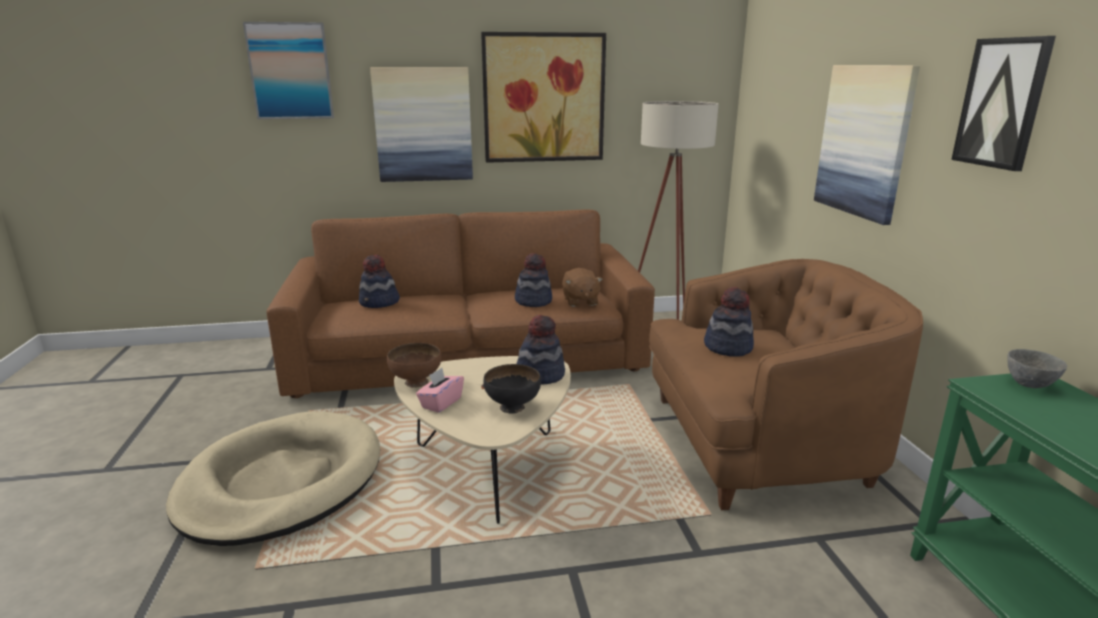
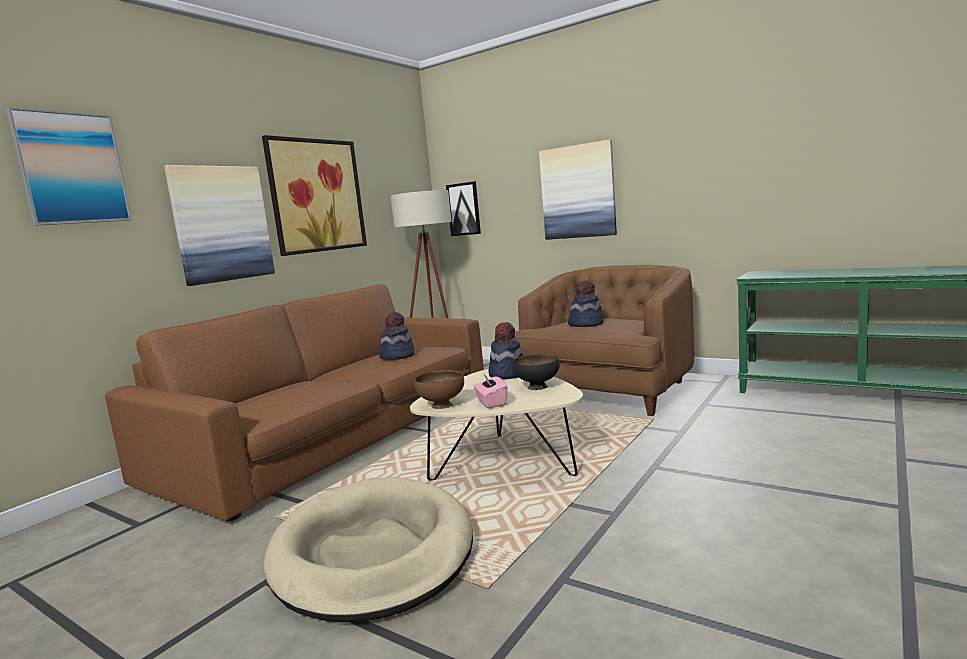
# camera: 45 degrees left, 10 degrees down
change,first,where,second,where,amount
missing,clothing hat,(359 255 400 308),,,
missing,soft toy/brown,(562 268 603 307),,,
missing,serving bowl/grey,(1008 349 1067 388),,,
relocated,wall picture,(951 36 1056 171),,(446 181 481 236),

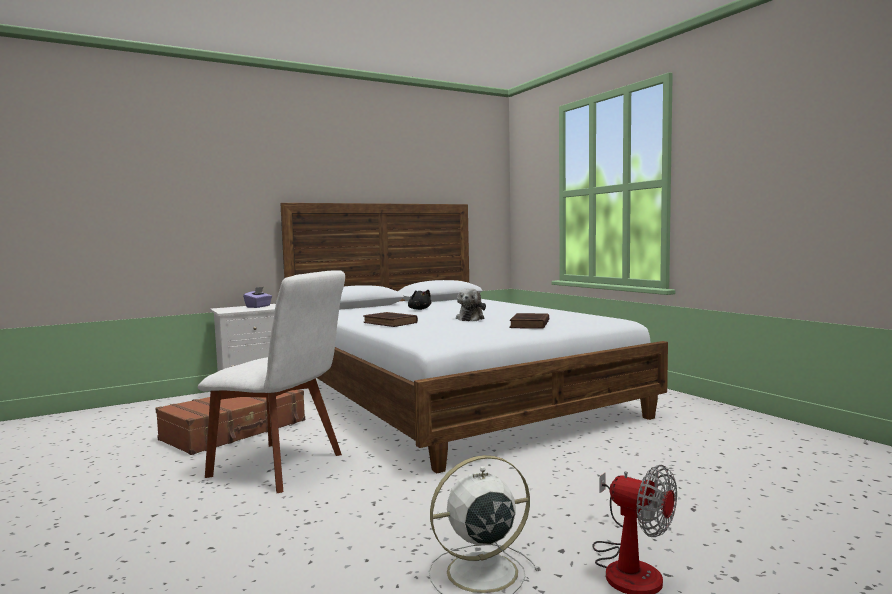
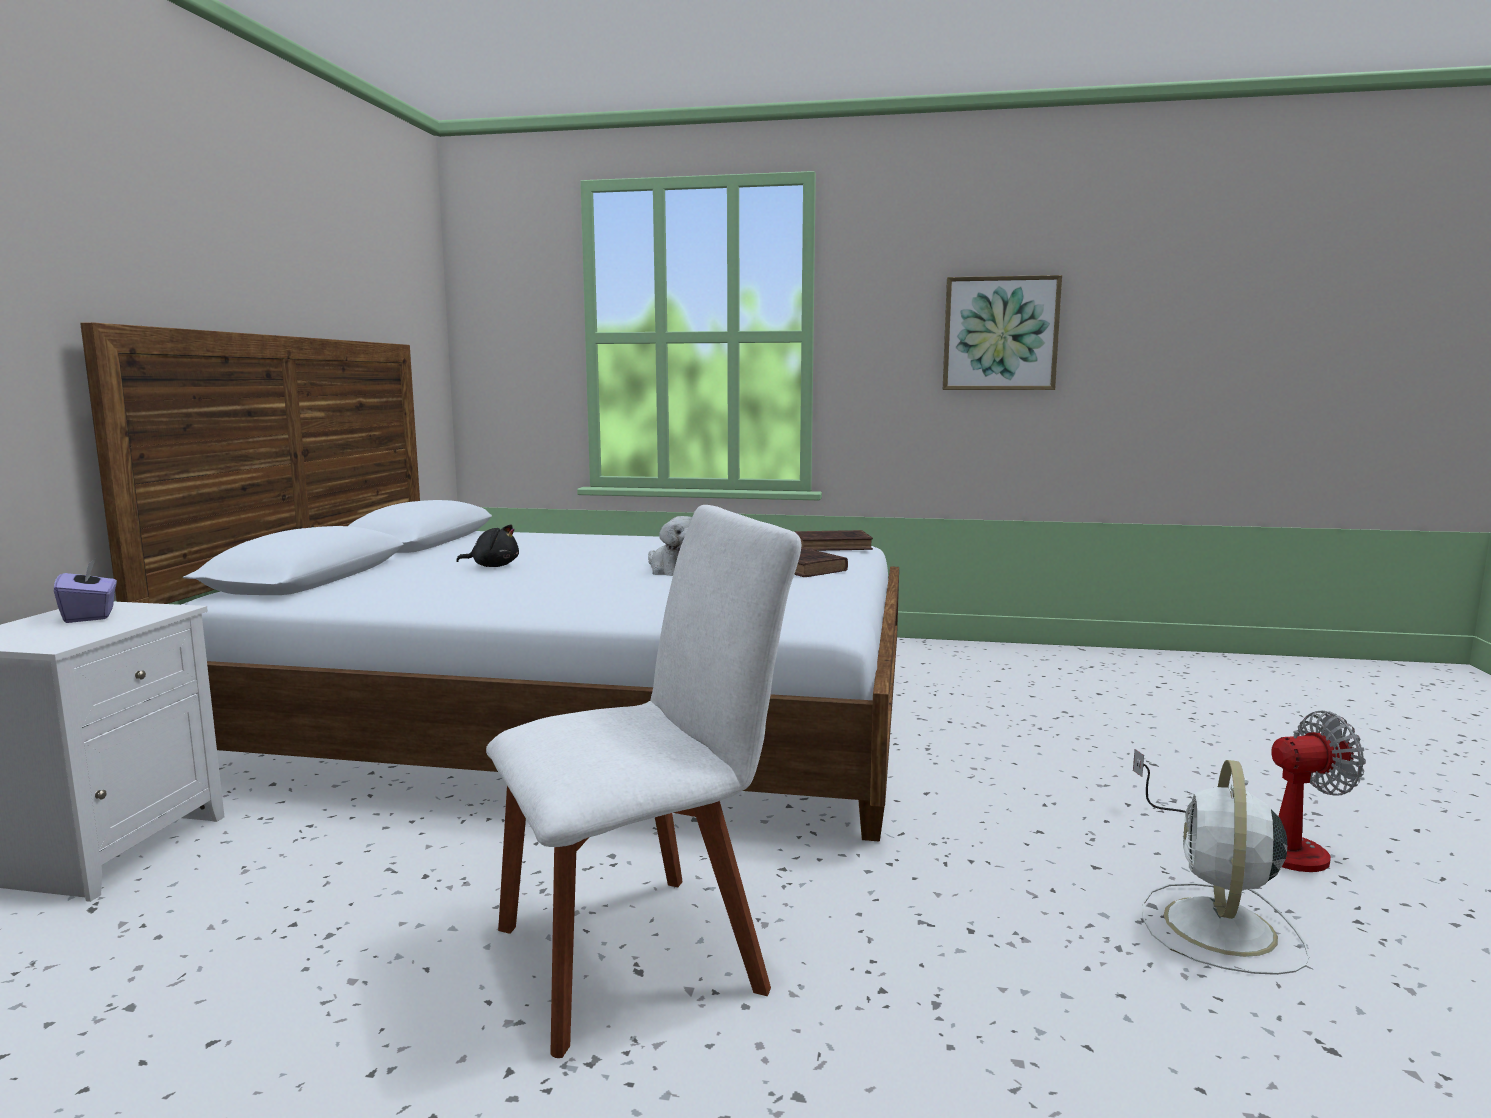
# camera: 50 degrees left, 5 degrees up
change,first,where,second,where,amount
missing,piece of luggage/brown,(155 390 305 455),,,
appeared,,,wall picture,(943 275 1062 390),
relocated,bound book/brown,(363 312 418 327),,(795 530 873 551),

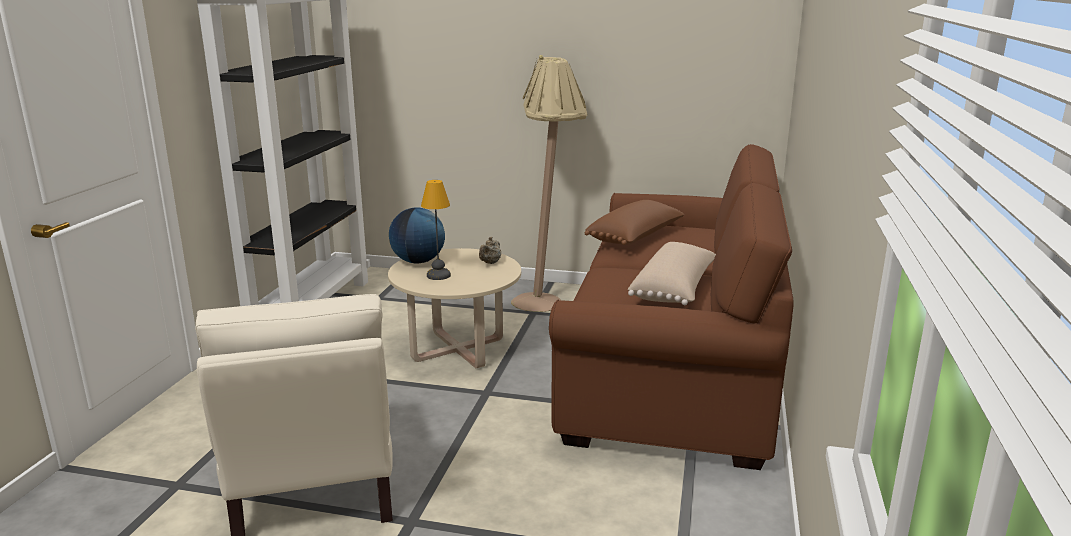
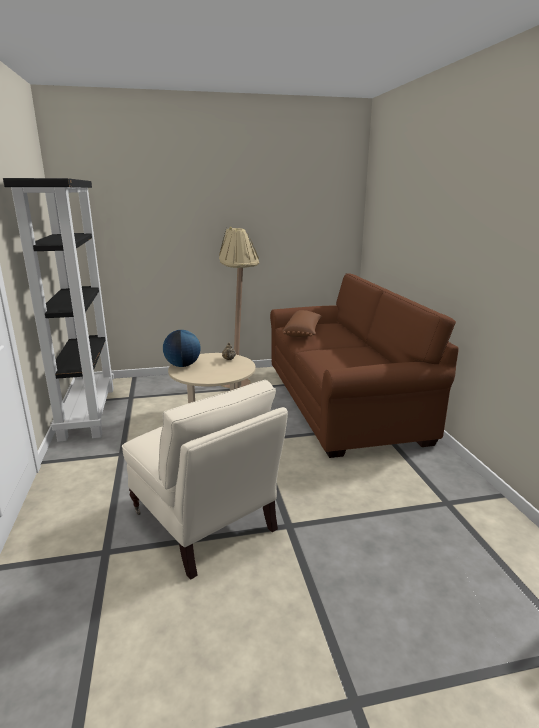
# camera: 25 degrees left, 0 degrees up
change,first,where,second,where,amount
missing,tabletop lamp,(421 180 451 280),,,
missing,pillow/beige-coloured,(628 242 716 305),,,

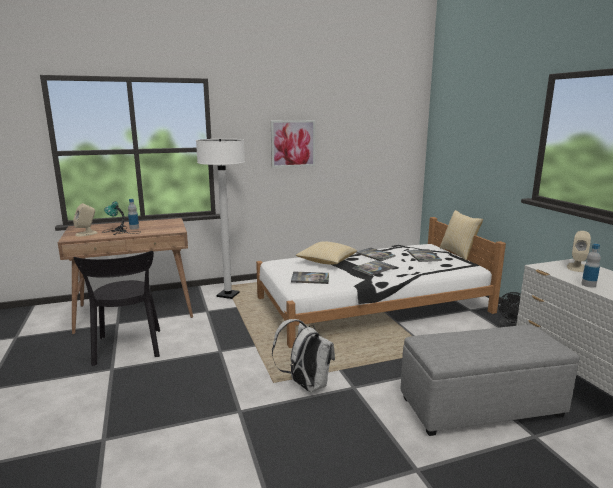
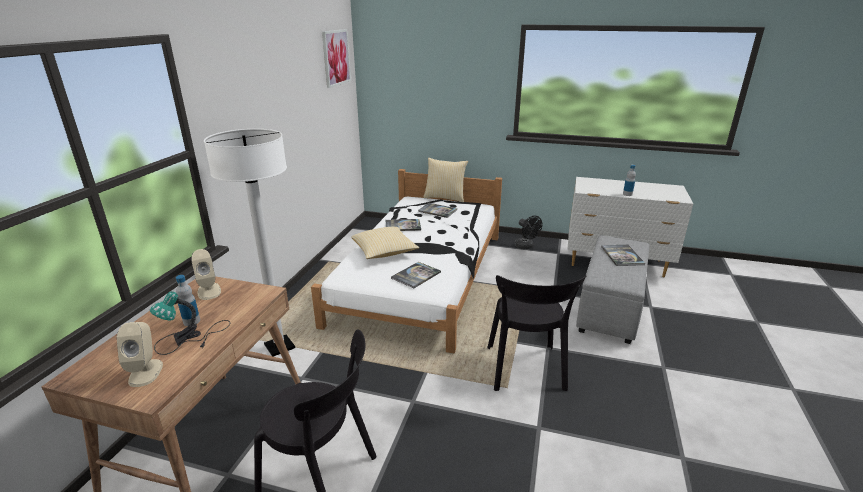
# camera: 55 degrees left, 10 degrees up
change,first,where,second,where,amount
relocated,wall picture,(271 120 315 168),,(322 29 351 88),
relocated,bound book,(352 260 395 276),,(601 245 645 266),
relocated,speaker/beige-coloured,(567 231 591 272),,(191 249 221 300),
exchanged,backpack/white-coloured,(272 319 335 392),chair/blackish,(487 275 587 391),

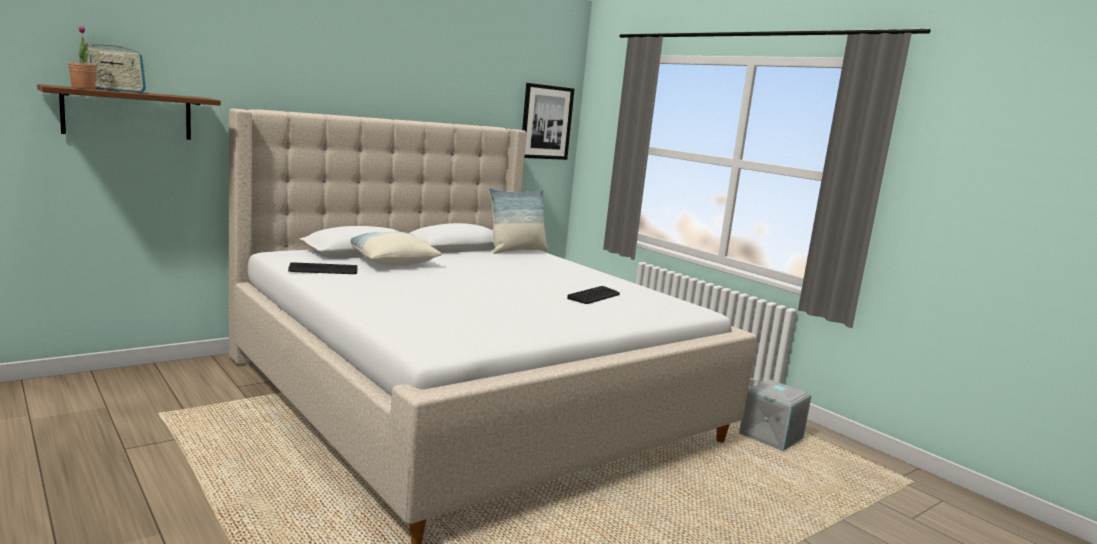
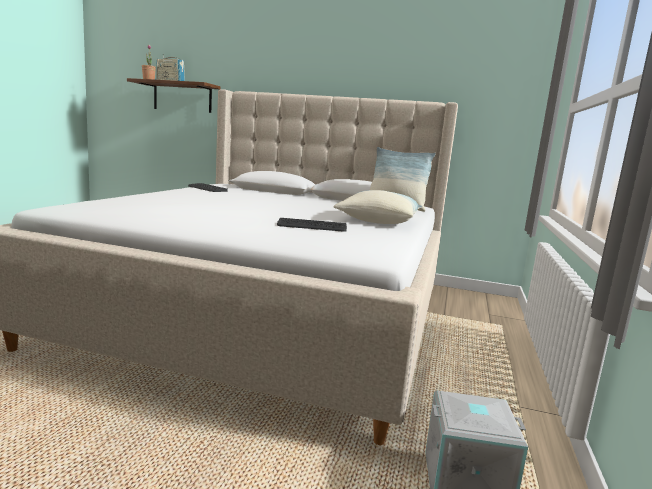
# camera: 55 degrees right, 0 degrees up
change,first,where,second,where,amount
missing,wall picture,(522 83 574 160),,,
relocated,pillow,(351 232 442 266),,(334 190 422 224),

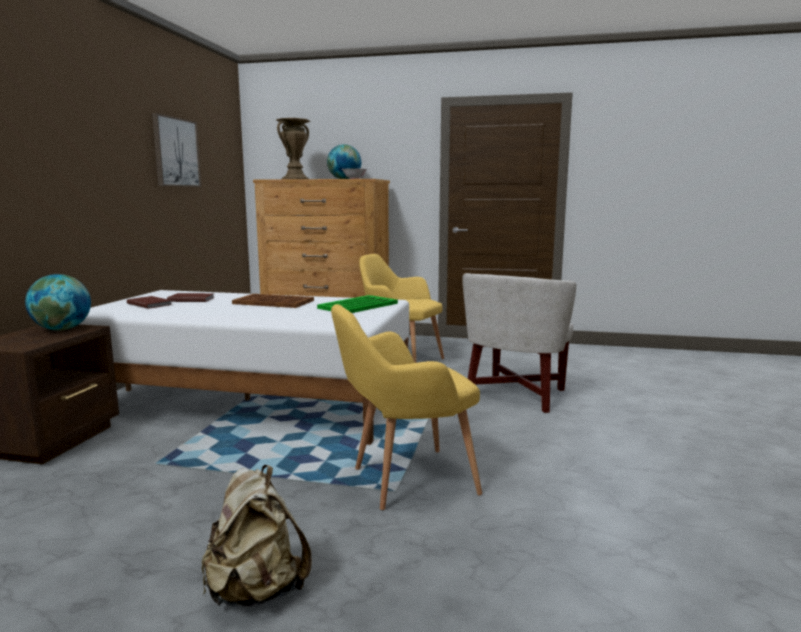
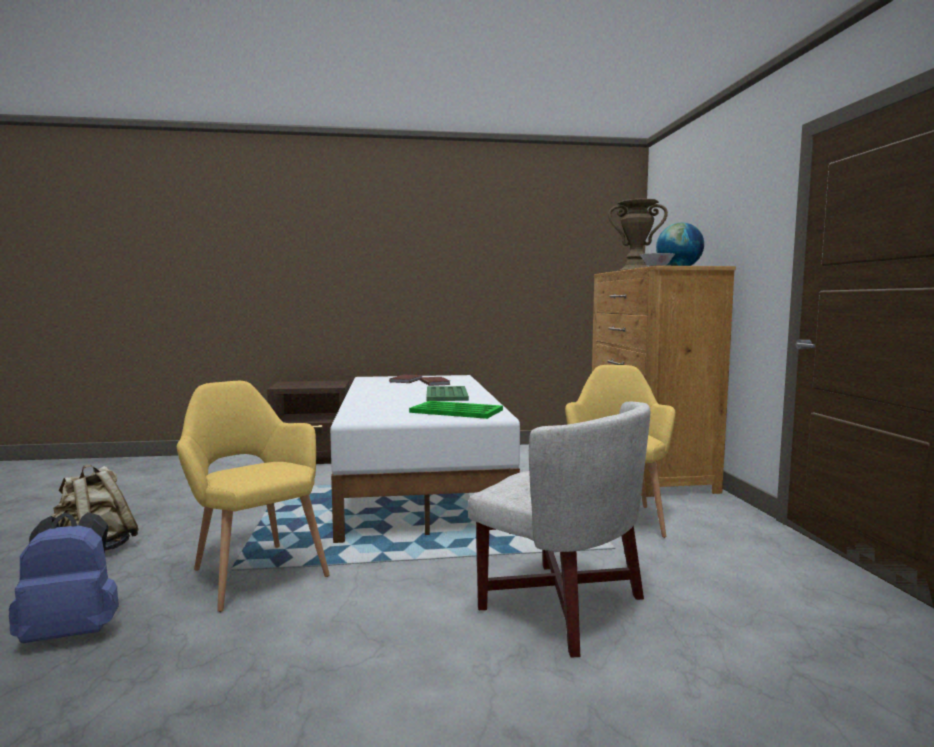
# camera: 70 degrees right, 5 degrees down
change,first,where,second,where,amount
missing,desk globe,(25 274 91 330),,,
missing,wall picture,(152 113 201 187),,,
appeared,,,backpack/blue-coloured,(9 512 119 643),
colour,serving tray/brown,(232 294 314 308),serving tray/green-coloured,(426 386 469 401),
spun,easy chair/white-coloured,(462 273 576 413),,(468 402 650 658),150 degrees counterclockwise

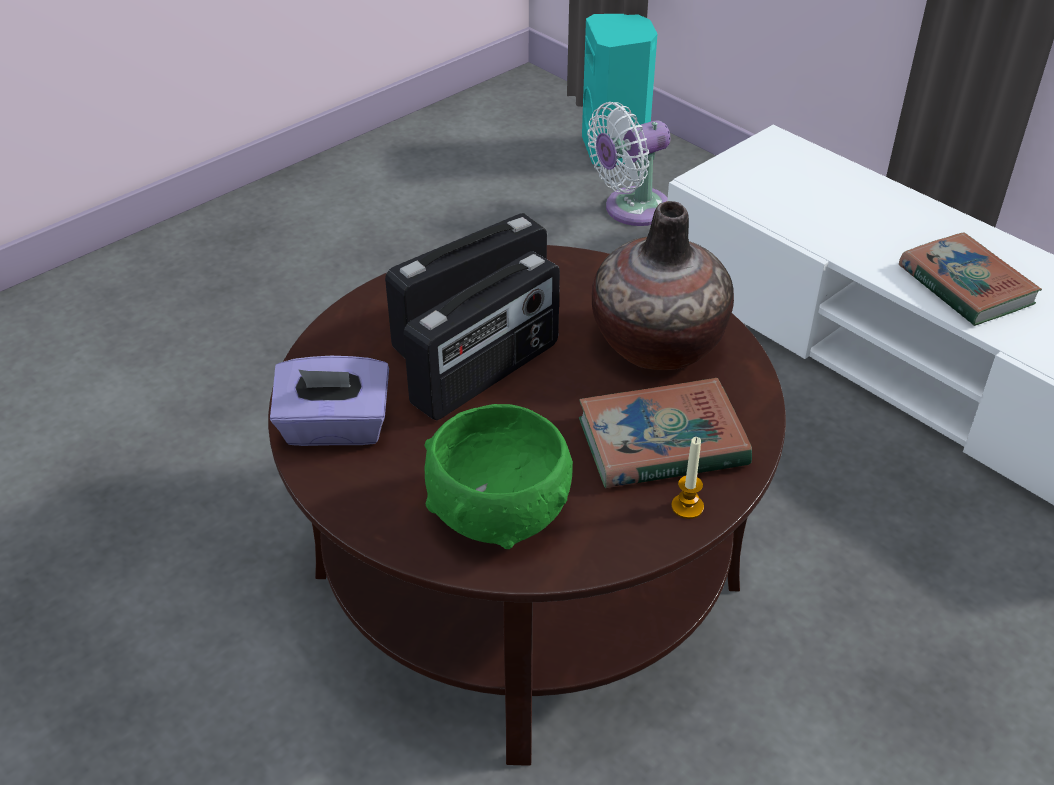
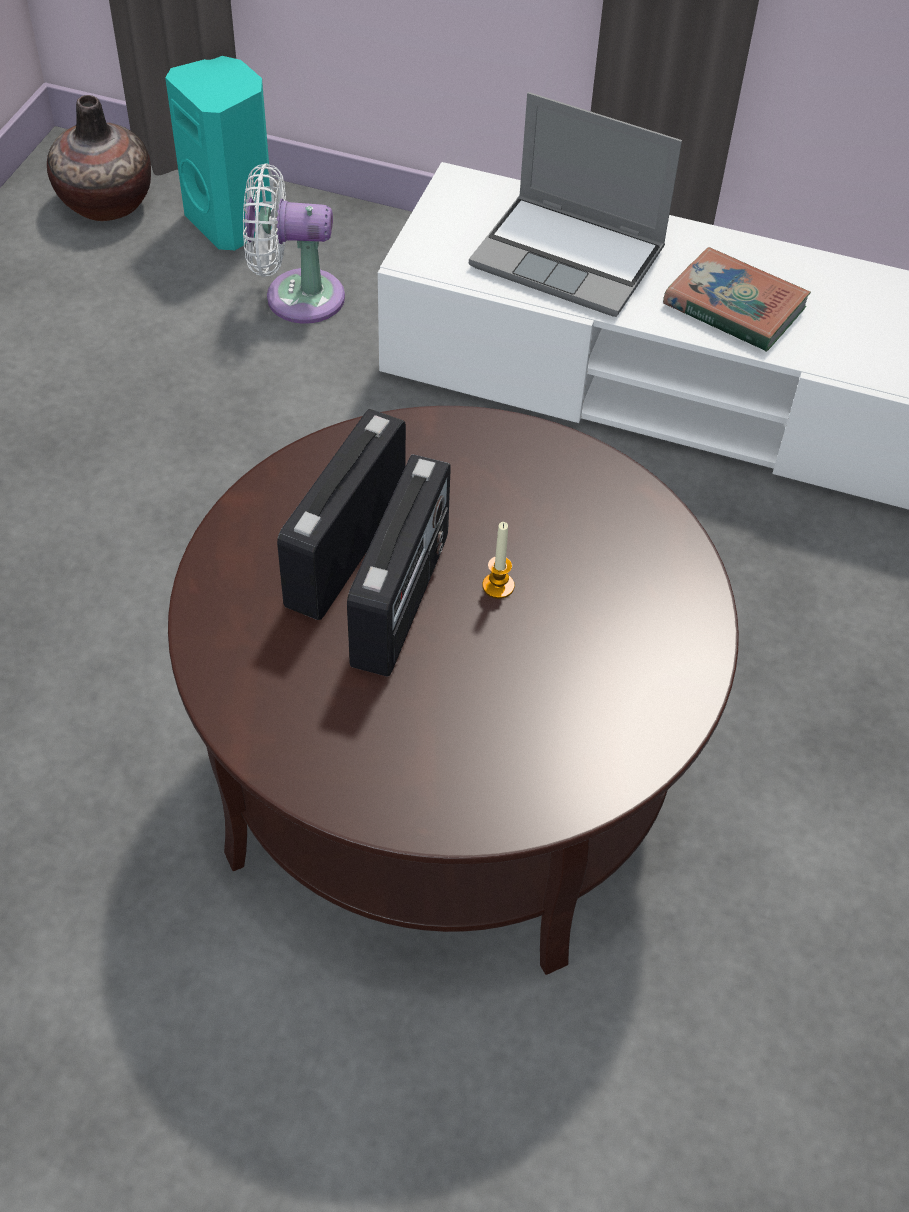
# camera: 30 degrees left, 10 degrees up
change,first,where,second,where,amount
missing,box of tissues/purple-coloured,(270 356 389 446),,,
missing,serving bowl/green-coloured,(424 404 573 549),,,
missing,bound book,(579 378 752 488),,,
appeared,,,laptop,(469 92 682 317),
relocated,flower vase,(592 201 734 370),,(47 95 151 221),
relocated,candle,(671 437 704 519),,(482 522 515 599),
spun,cooling fan/white-coloured,(587 102 671 226),,(243 163 345 324),60 degrees clockwise

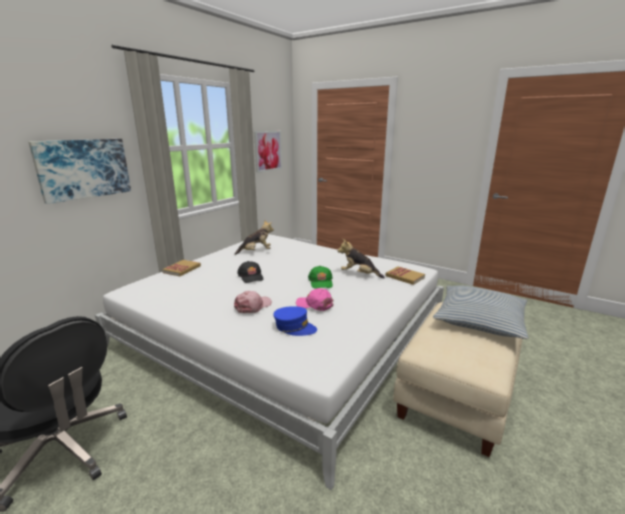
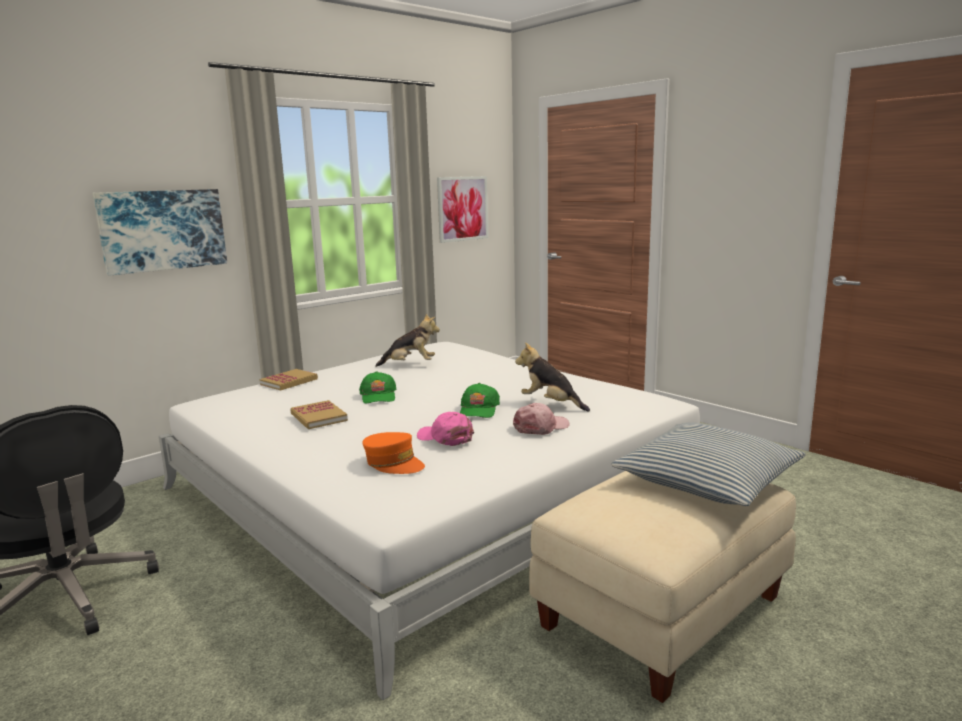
# camera: 15 degrees right, 5 degrees down
change,first,where,second,where,amount
relocated,baseball cap/pinkish,(234 291 272 313),,(513 403 570 435),
relocated,bound book,(385 266 425 285),,(290 400 348 429),
colour,baseball cap/blackish,(237 261 263 283),baseball cap/green-coloured,(359 371 397 404),
colour,baseball cap/blue-coloured,(273 306 317 336),baseball cap/orange-coloured,(362 432 425 474),

